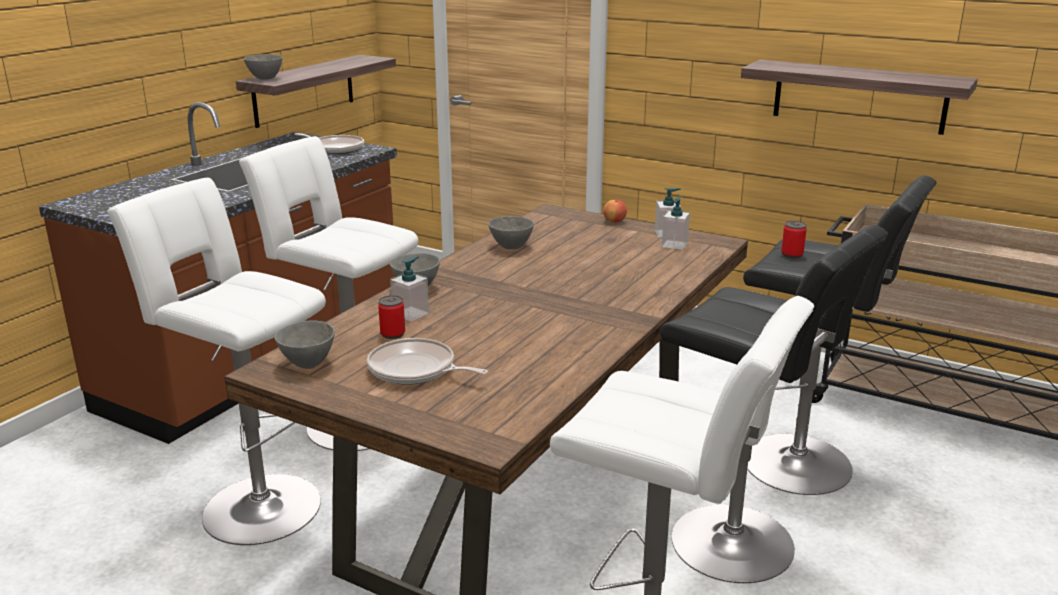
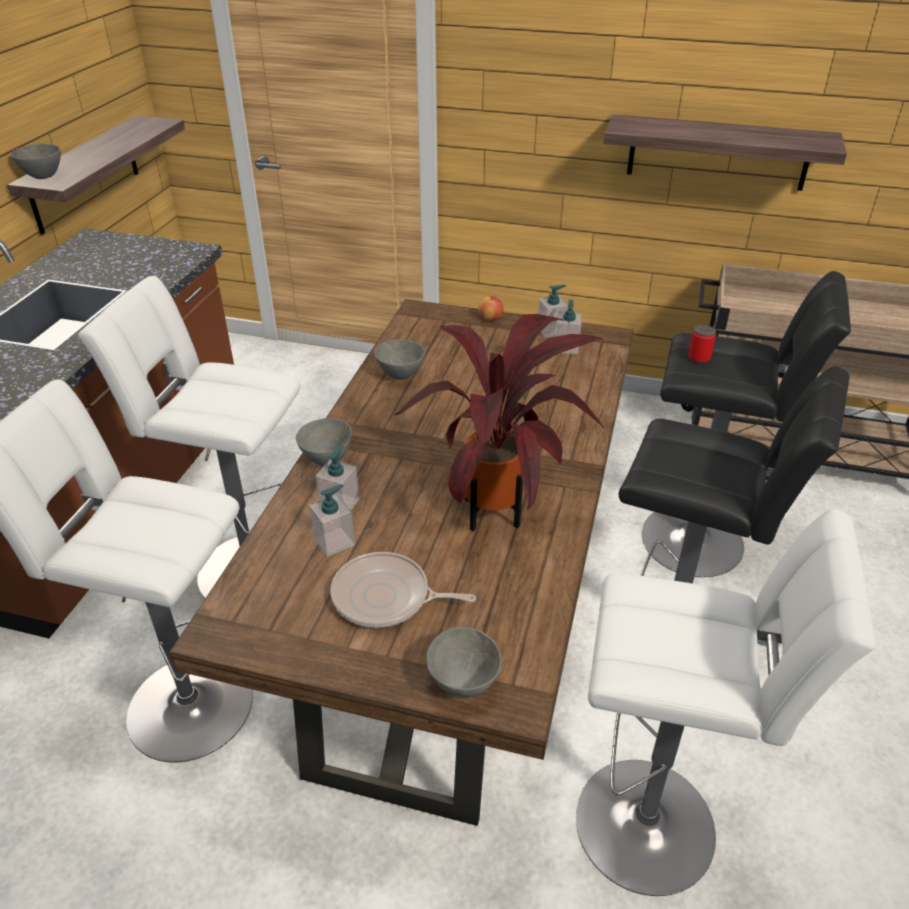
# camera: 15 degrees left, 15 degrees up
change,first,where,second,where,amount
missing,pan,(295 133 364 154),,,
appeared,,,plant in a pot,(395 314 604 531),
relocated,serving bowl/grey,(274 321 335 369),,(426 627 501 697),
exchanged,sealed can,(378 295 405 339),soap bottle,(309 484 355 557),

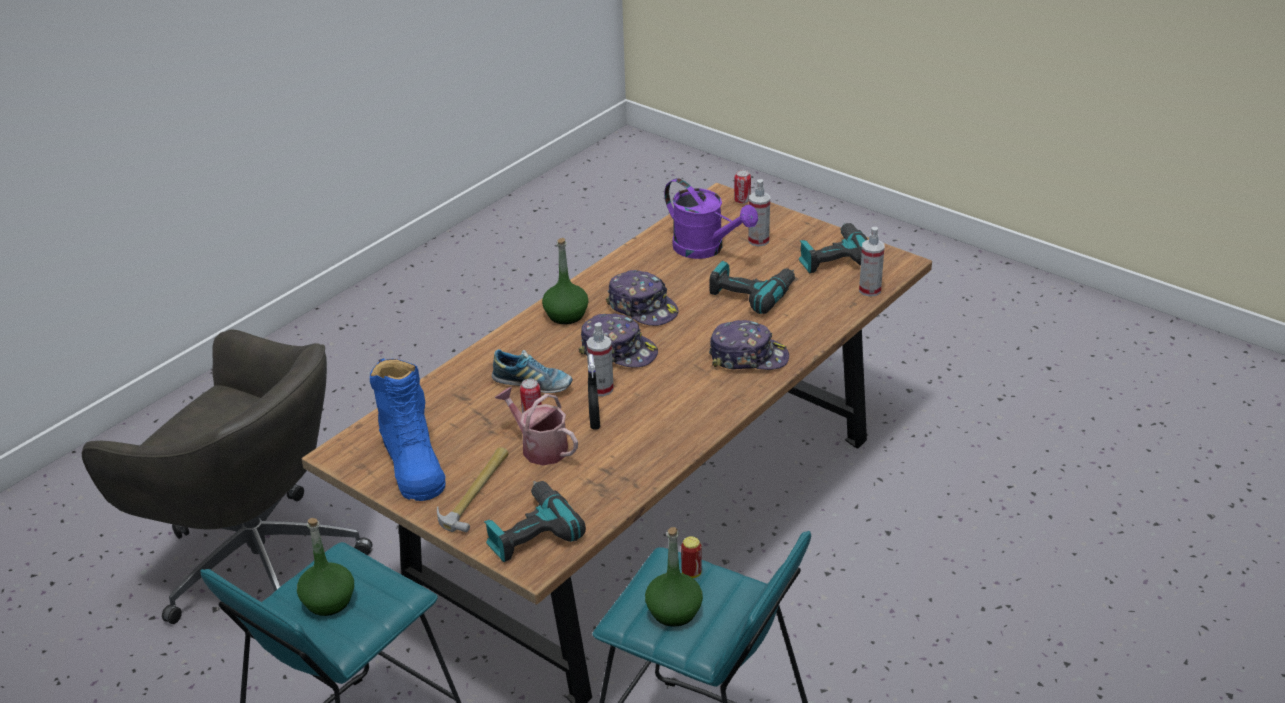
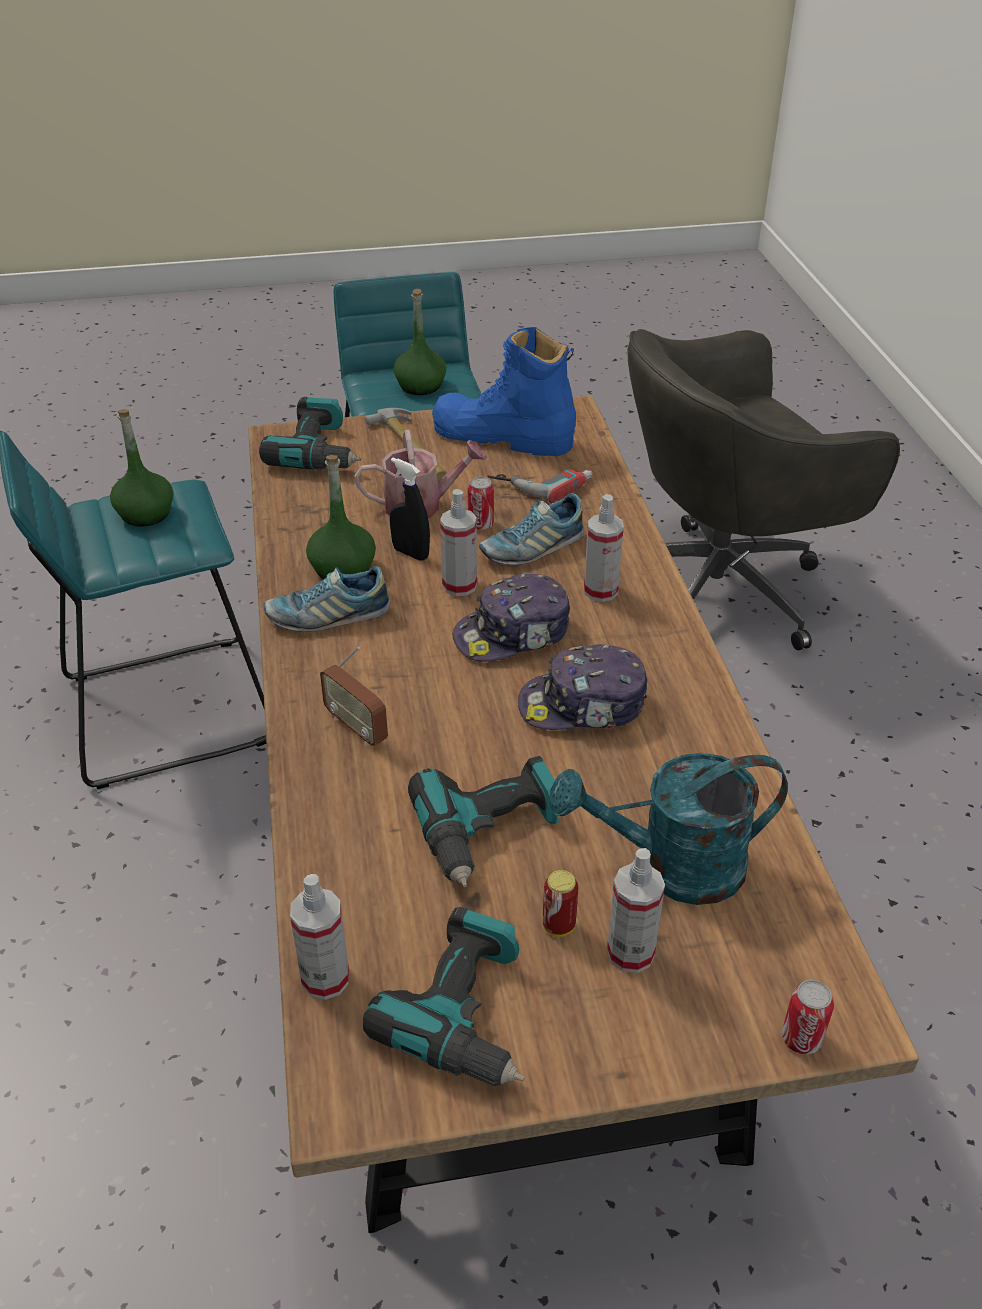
# camera: 130 degrees right, 5 degrees up
change,first,where,second,where,amount
appeared,,,item of footwear,(263 566 390 632),
appeared,,,drill,(487 469 593 503),
appeared,,,sprayer,(584 494 624 602),
relocated,bottle/green-coloured,(542 238 589 324),,(306 455 376 579),
relocated,sealed can,(681 536 702 578),,(543 870 579 937),
exchanged,baseball cap,(709 320 789 370),radio,(320 646 388 746),
colour,watering pot/purple-coloured,(665 178 758 259),watering pot/turquoise,(549 753 788 905),

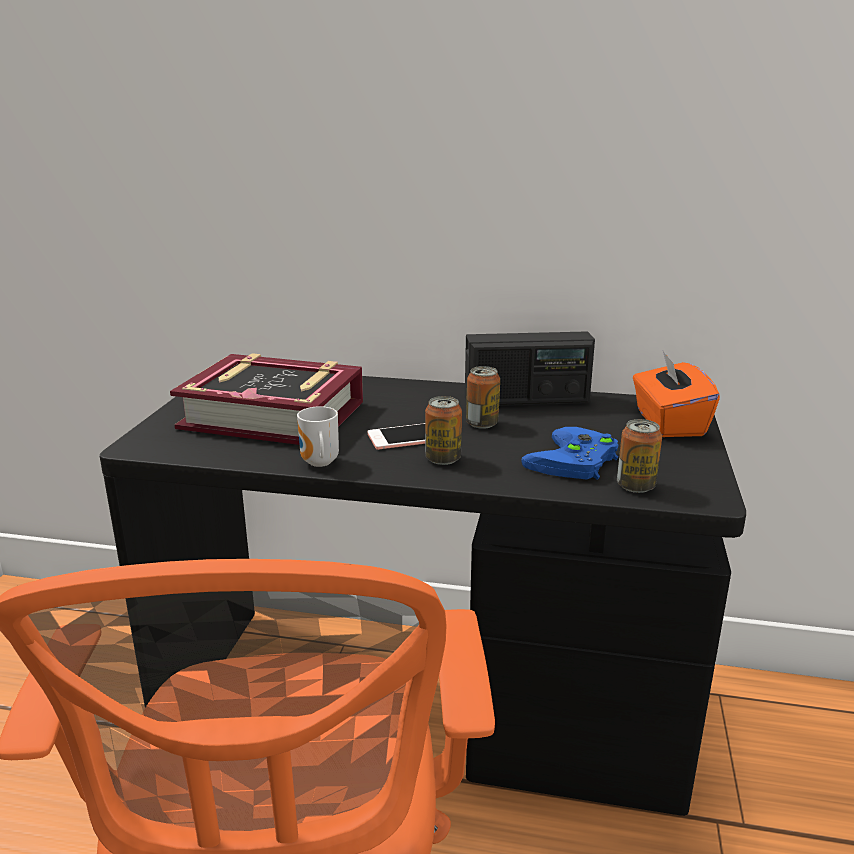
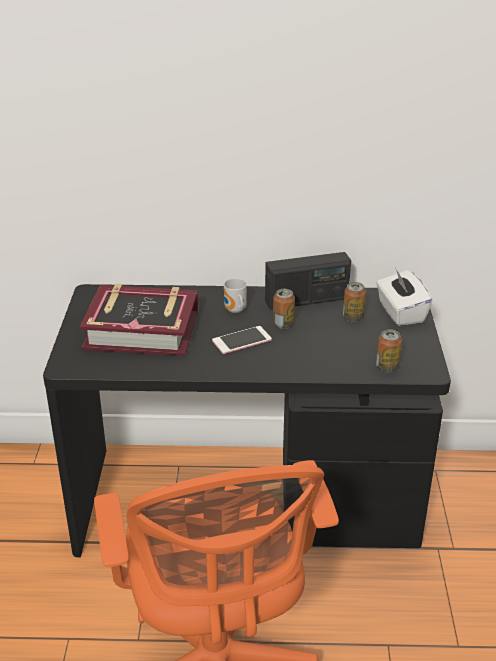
# camera: 10 degrees left, 10 degrees up
change,first,where,second,where,amount
missing,game controller/blue-coloured,(521 427 619 480),,,
relocated,tea mug,(297 406 339 467),,(224 278 247 313),
relocated,sealed can,(425 396 462 465),,(343 282 366 322),
colour,box of tissues/orange-coloured,(633 351 720 437),box of tissues/white-coloured,(376 267 432 326),

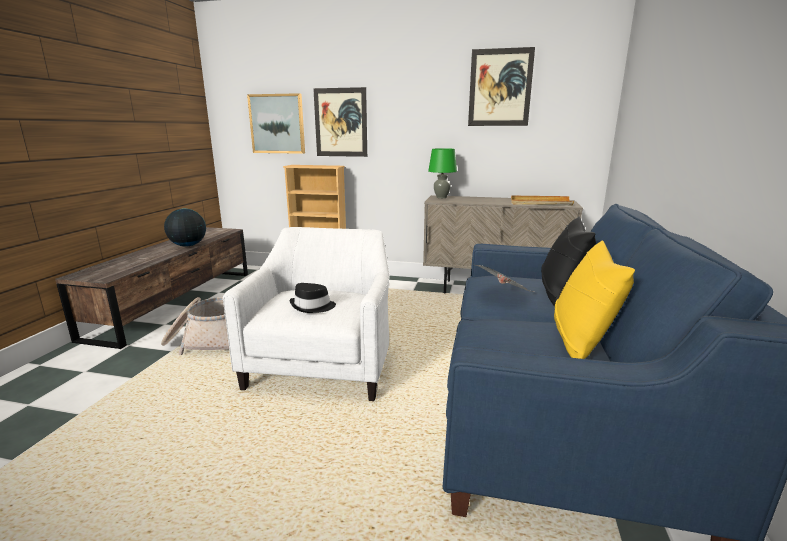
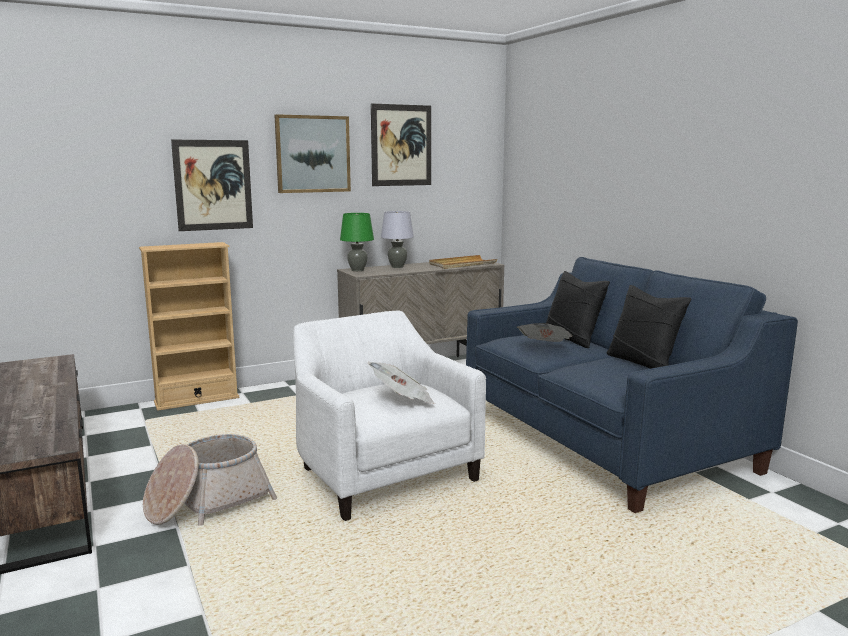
# camera: 40 degrees left, 5 degrees down
change,first,where,second,where,amount
missing,desk globe,(164 208 206 247),,,
appeared,,,tabletop lamp/grey,(381 211 414 268),
relocated,wall picture,(247 93 305 154),,(274 114 351 193),
exchanged,clothing hat/blackish,(290 283 336 313),printed paper,(368 362 435 404),
colour,pillow/yellow,(554 240 635 359),pillow/blackish,(607 285 692 369),

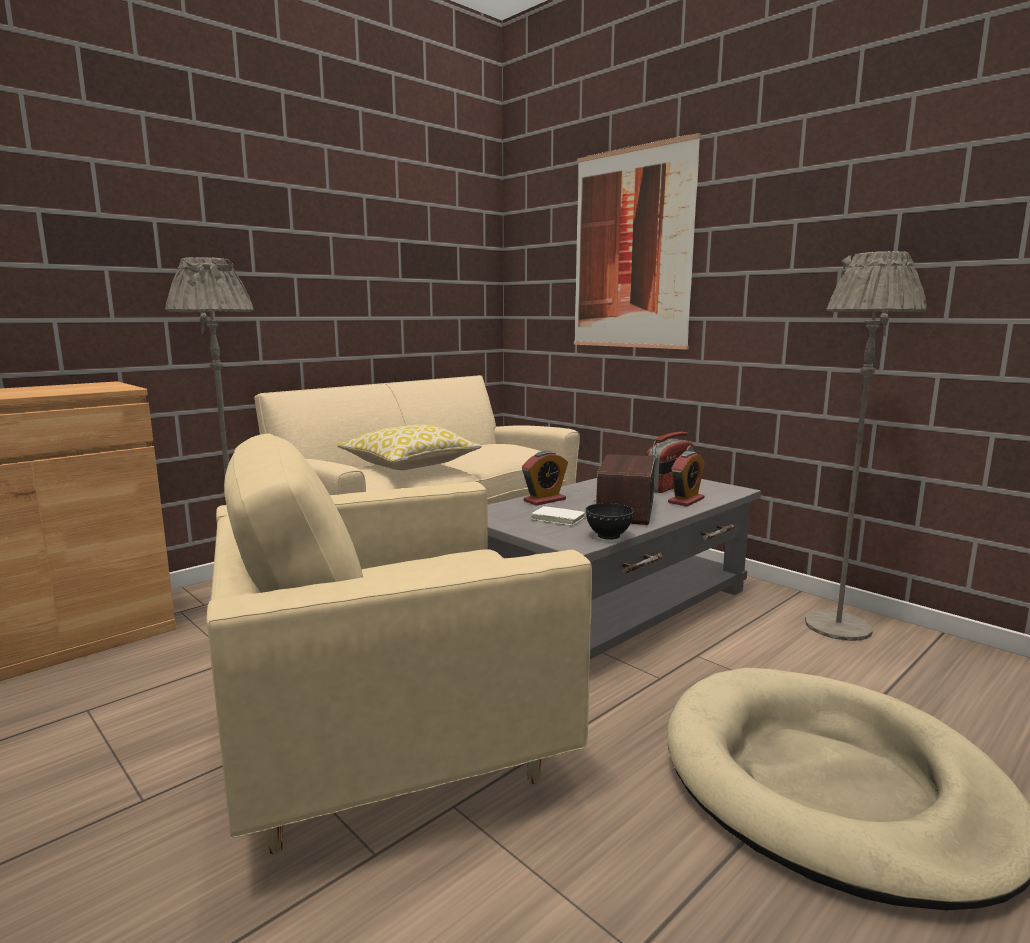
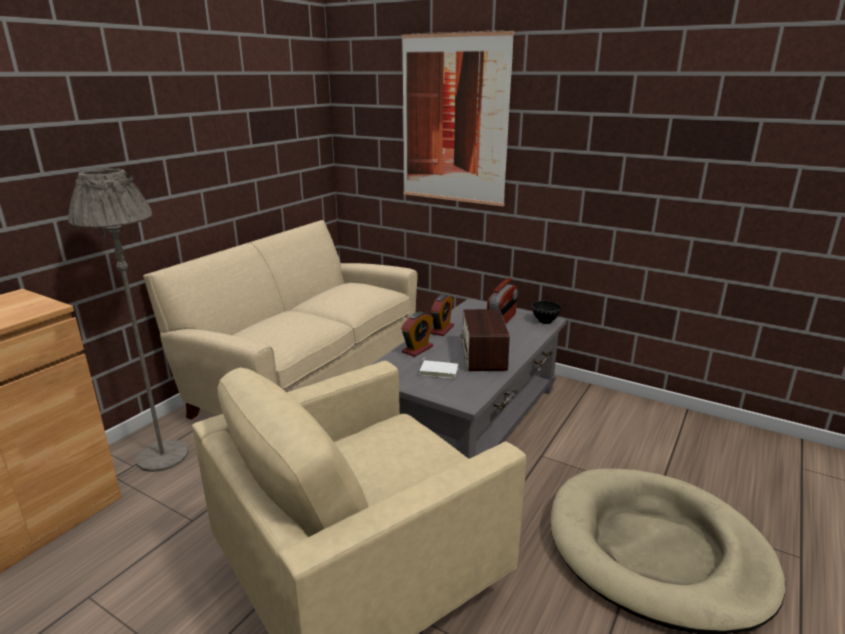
# camera: 15 degrees left, 10 degrees up
change,first,where,second,where,amount
missing,pillow,(337 424 482 470),,,
missing,standing lamp/grey,(805 251 927 641),,,
relocated,serving bowl/blackish,(586 503 634 540),,(532 301 561 324),
relocated,bedside clock,(668 451 705 506),,(430 294 454 336),

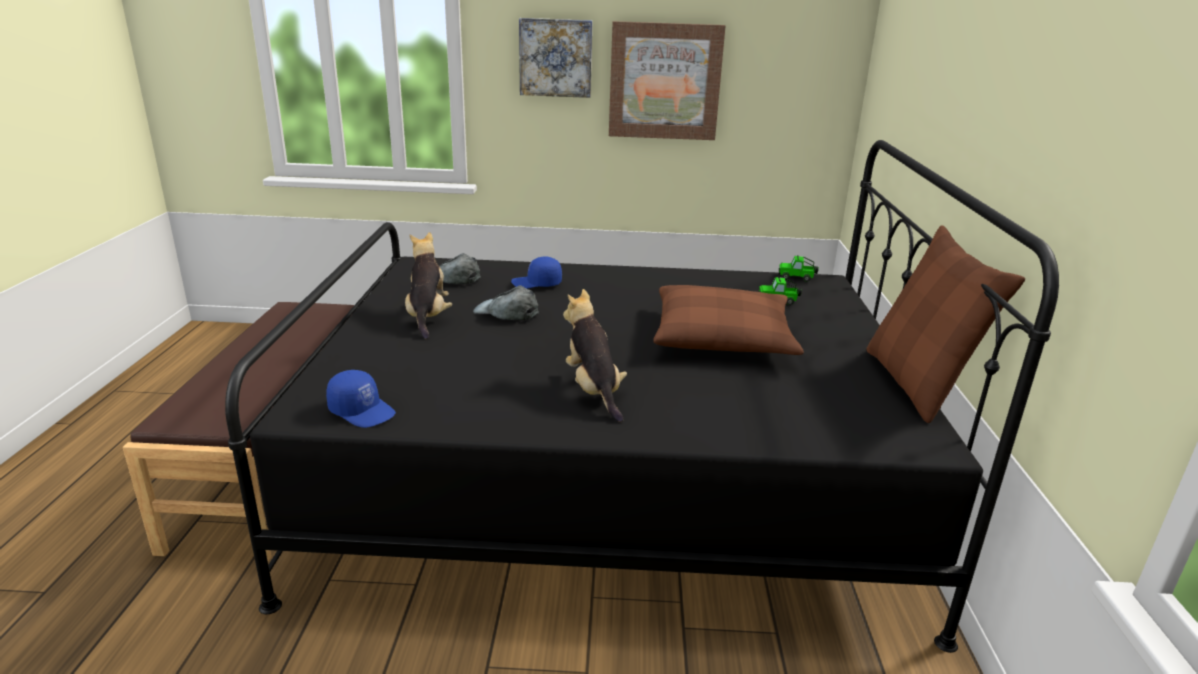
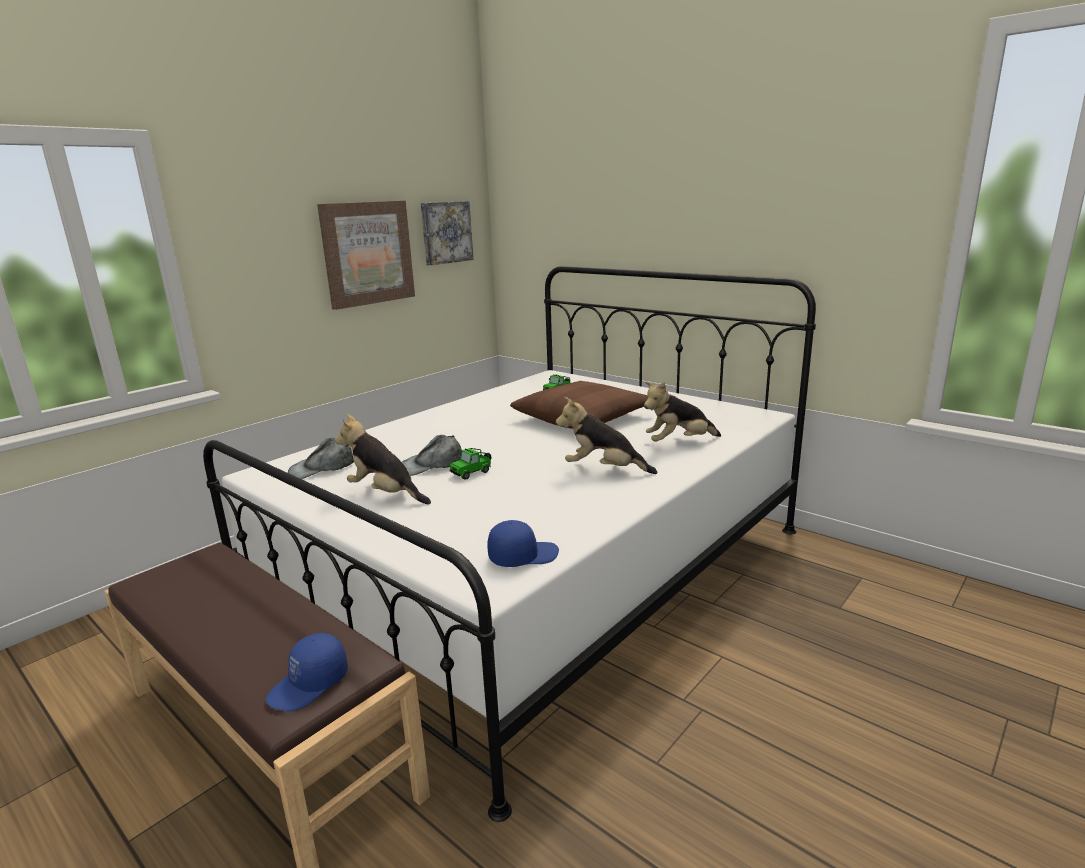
# camera: 50 degrees left, 5 degrees down
change,first,where,second,where,amount
missing,pillow/brown,(866 225 1025 423),,,
appeared,,,soft toy,(644 382 721 442),
relocated,baseball cap/blue-coloured,(511 256 562 289),,(266 633 348 711),
relocated,wall picture,(519 18 592 98),,(421 201 473 265),
relocated,toy car,(779 255 819 282),,(450 448 491 480),
colour,bedroom bed/blackish,(225 140 1059 653),bedroom bed/white-coloured,(203 266 816 822),

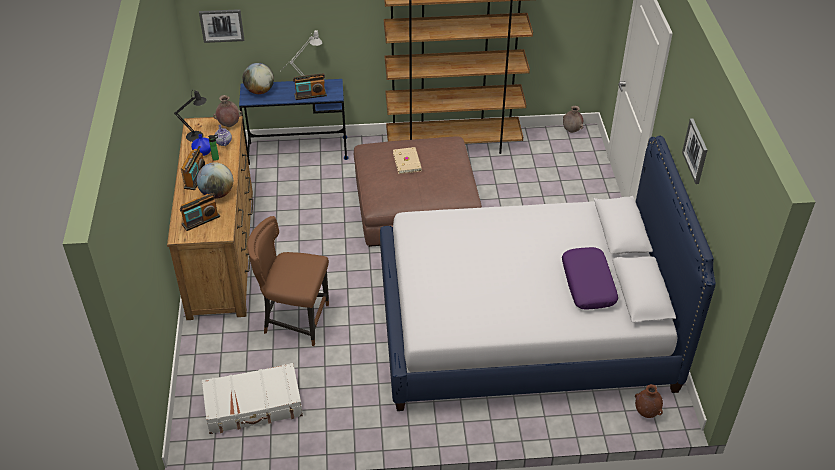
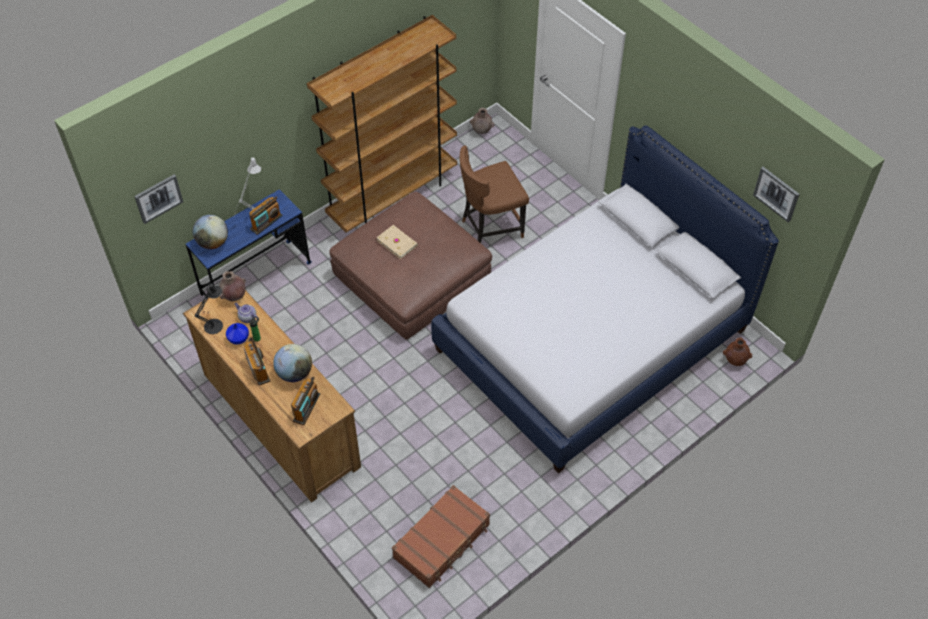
# camera: 35 degrees left, 10 degrees up
change,first,where,second,where,amount
missing,pillow/purple-coloured,(562 247 618 310),,,
relocated,chair/brown,(248 216 329 346),,(460 146 529 243),
relocated,wall picture,(682 118 707 184),,(753 167 799 223),
colour,piece of luggage/white-coloured,(202 363 303 434),piece of luggage/brown,(392 485 490 588),

